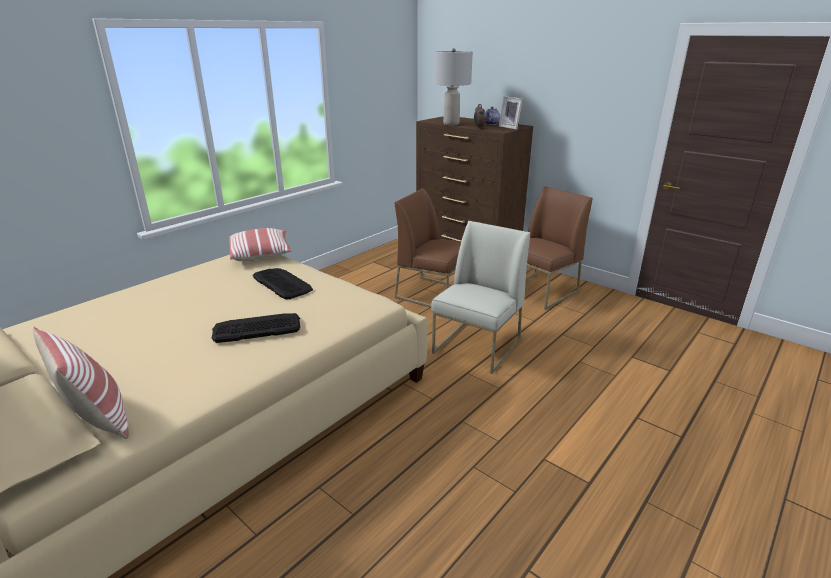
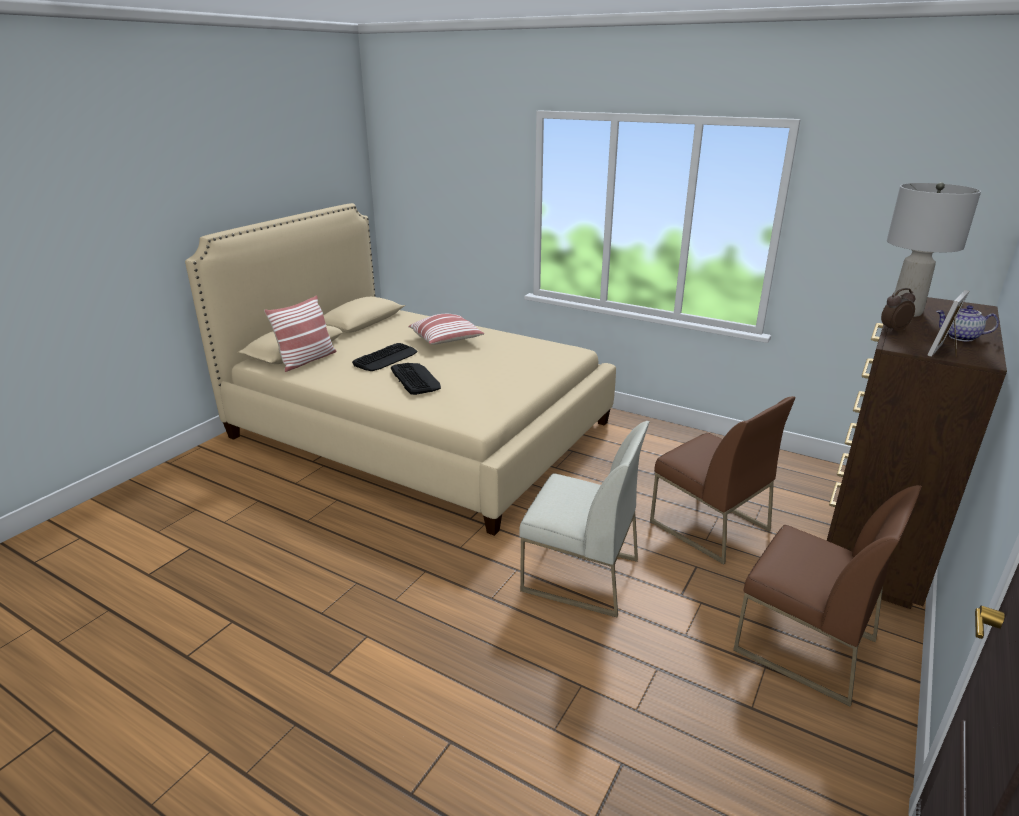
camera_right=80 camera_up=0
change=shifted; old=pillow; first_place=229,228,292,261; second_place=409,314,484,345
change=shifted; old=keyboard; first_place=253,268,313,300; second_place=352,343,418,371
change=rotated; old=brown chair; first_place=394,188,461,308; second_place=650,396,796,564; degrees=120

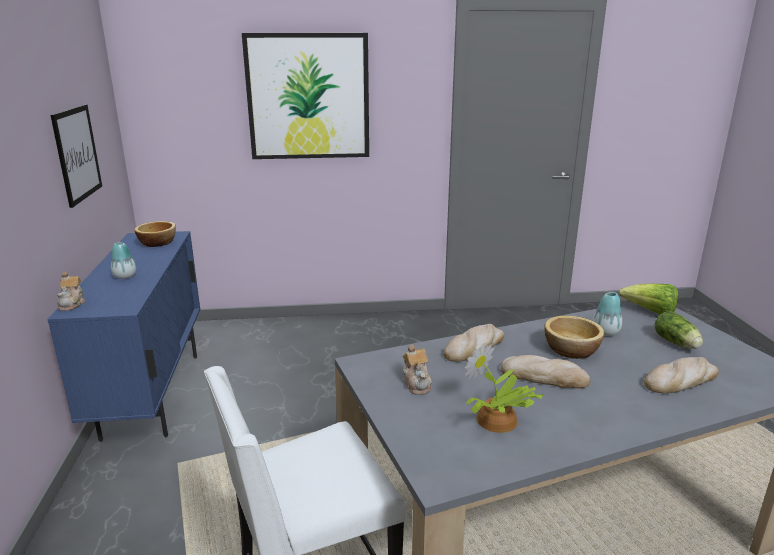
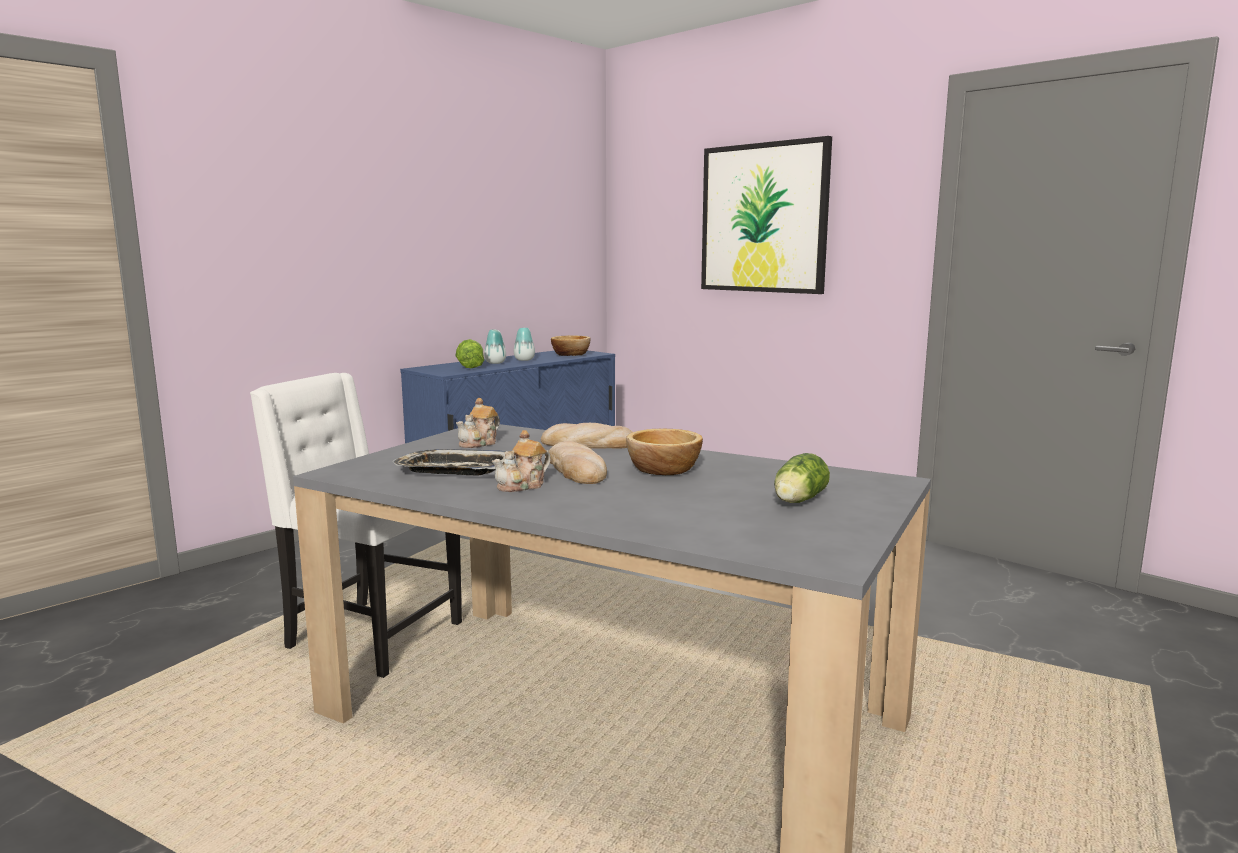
camera_right=50 camera_up=-10
change=gone; old=picture; first_place=50,104,102,208
change=gone; old=bread; first_place=644,357,718,393
change=shifted; old=teapot; first_place=57,272,86,311; second_place=492,430,551,492
change=shifted; old=vase; first_place=593,292,622,336; second_place=514,328,535,361
change=shifted; old=lettuce; first_place=619,283,678,315; second_place=455,339,484,368
change=swapped; old=potted plant; new=tray; first_place=465,343,544,433; second_place=392,449,515,475

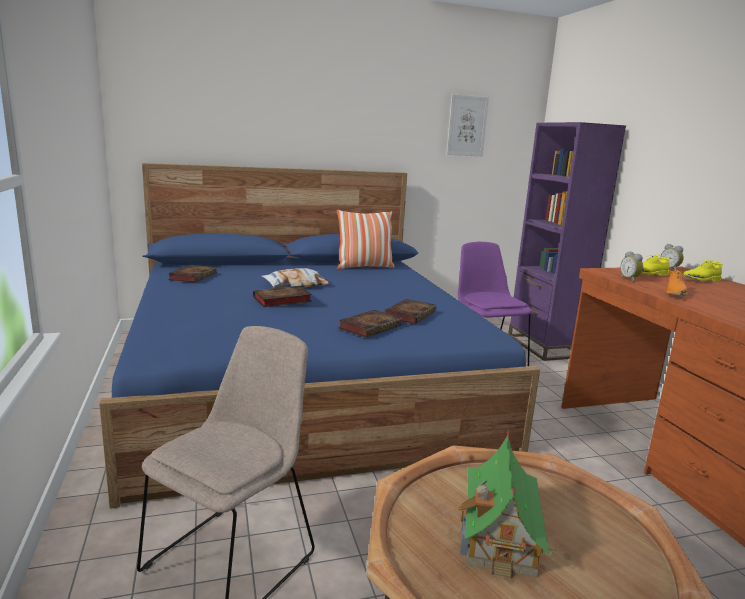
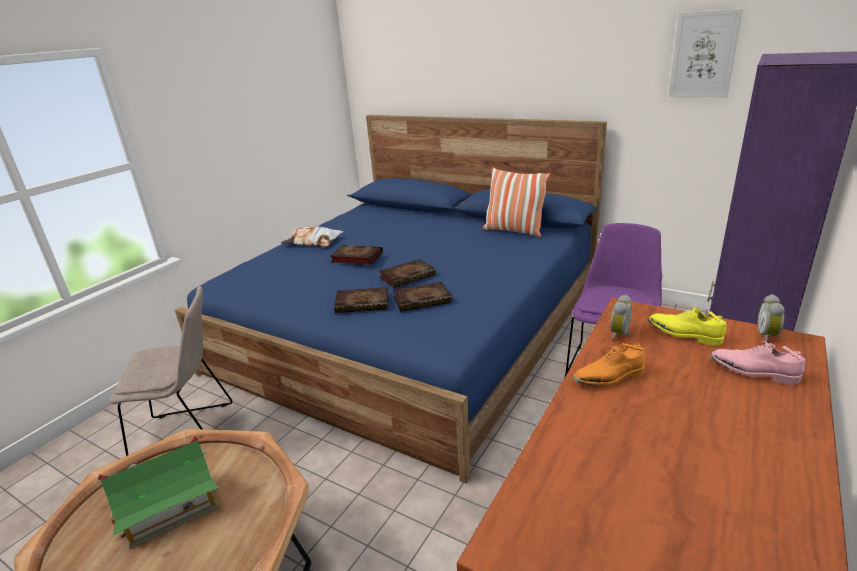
camera_right=50 camera_up=10
change=shifted; old=book; first_place=168,265,217,282; second_place=379,259,436,288
change=shifted; old=pillow; first_place=262,268,330,288; second_place=281,226,343,247
change=repainted; old=yellow shoe; new=pink shoe; first_place=683,260,723,281; second_place=710,341,806,385

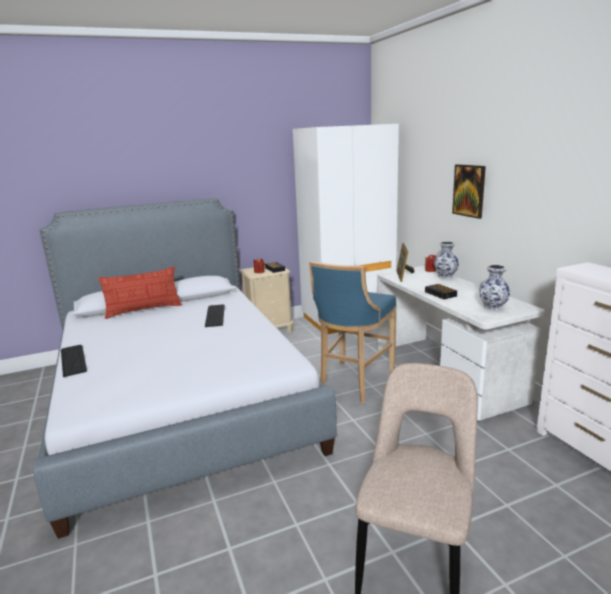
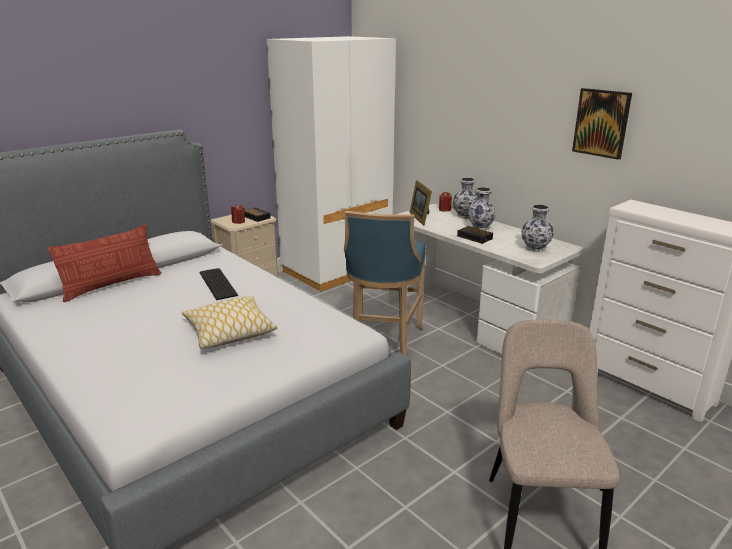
camera_right=-20 camera_up=5
change=gone; old=keyboard; first_place=61,345,87,377
change=new; new=pillow; second_place=182,296,278,349
change=new; new=vase; second_place=468,187,496,231
change=shifted; old=picture; first_place=452,164,486,219; second_place=572,88,632,160

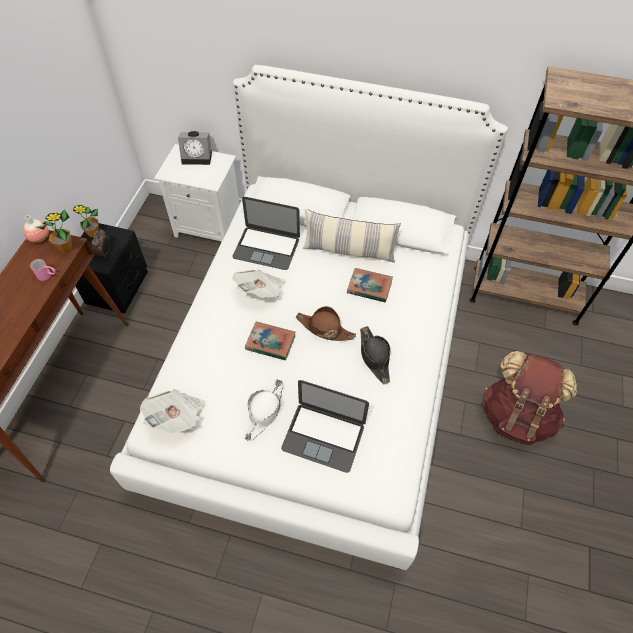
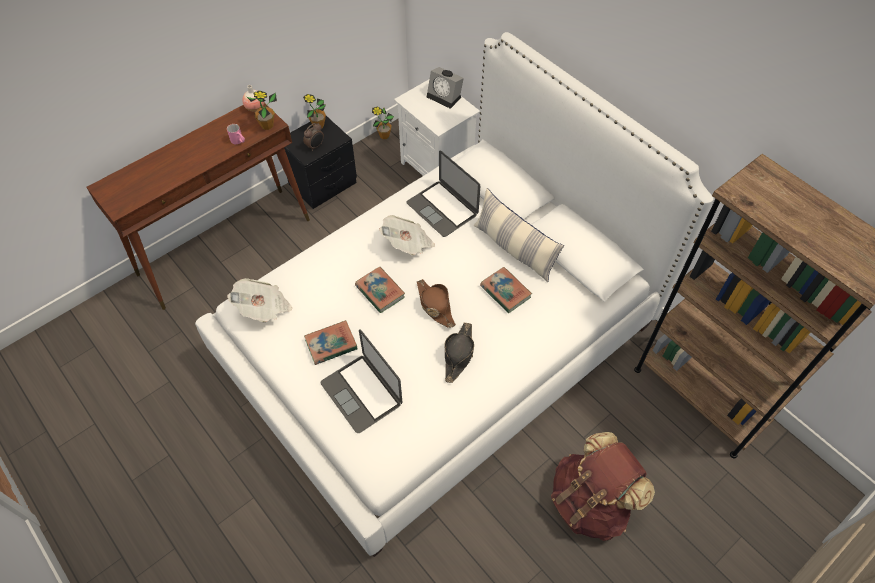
camera_right=35 camera_up=0
change=new; new=potted plant; second_place=372,106,394,139
change=swapped; old=white hat; new=book; first_place=244,379,283,441; second_place=304,320,358,365

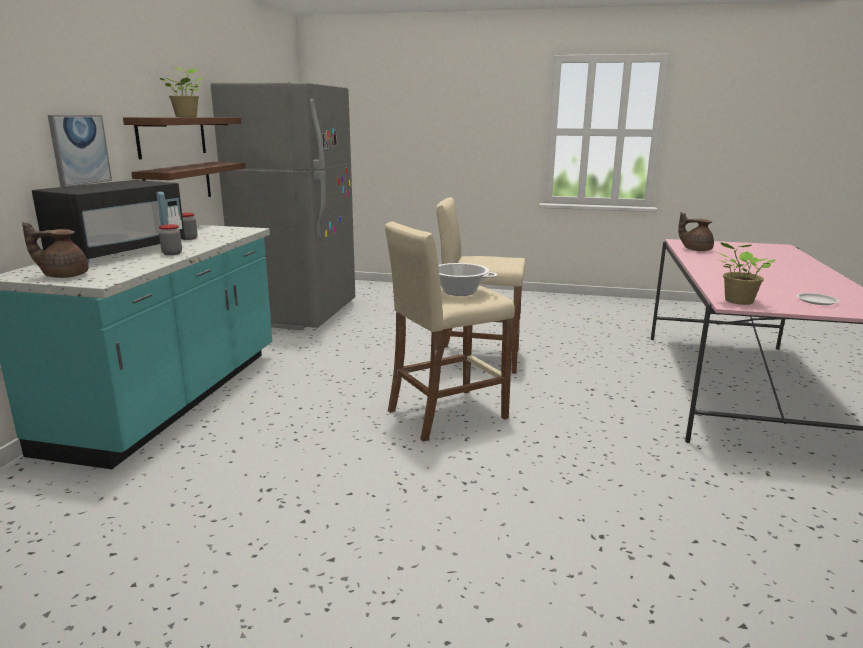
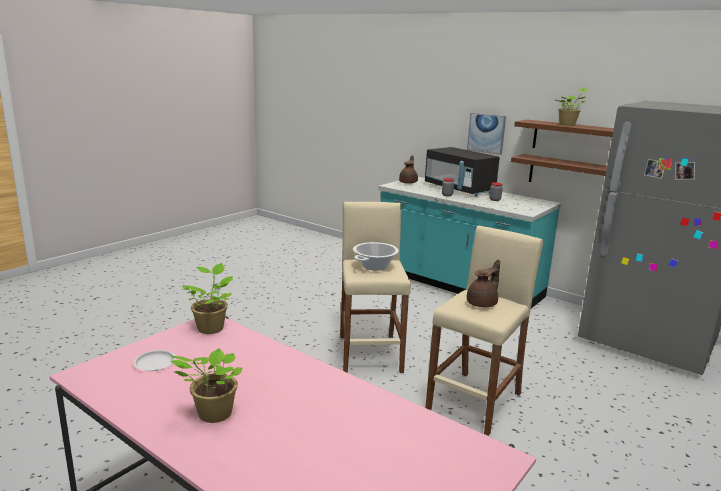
camera_right=115 camera_up=0
change=new; new=potted plant; second_place=171,348,242,423
change=shifted; old=brown teapot; first_place=678,212,714,251; second_place=467,259,500,307

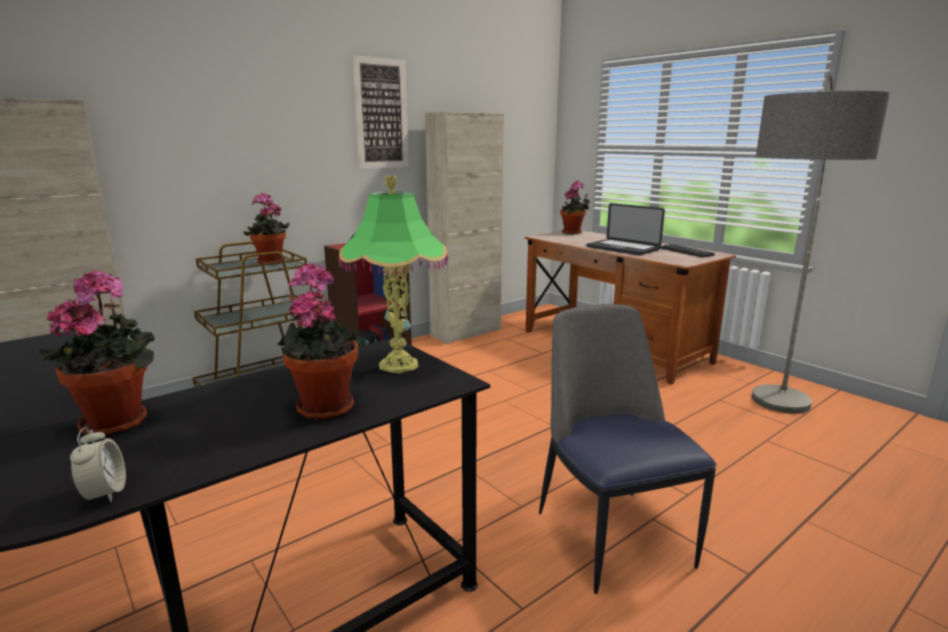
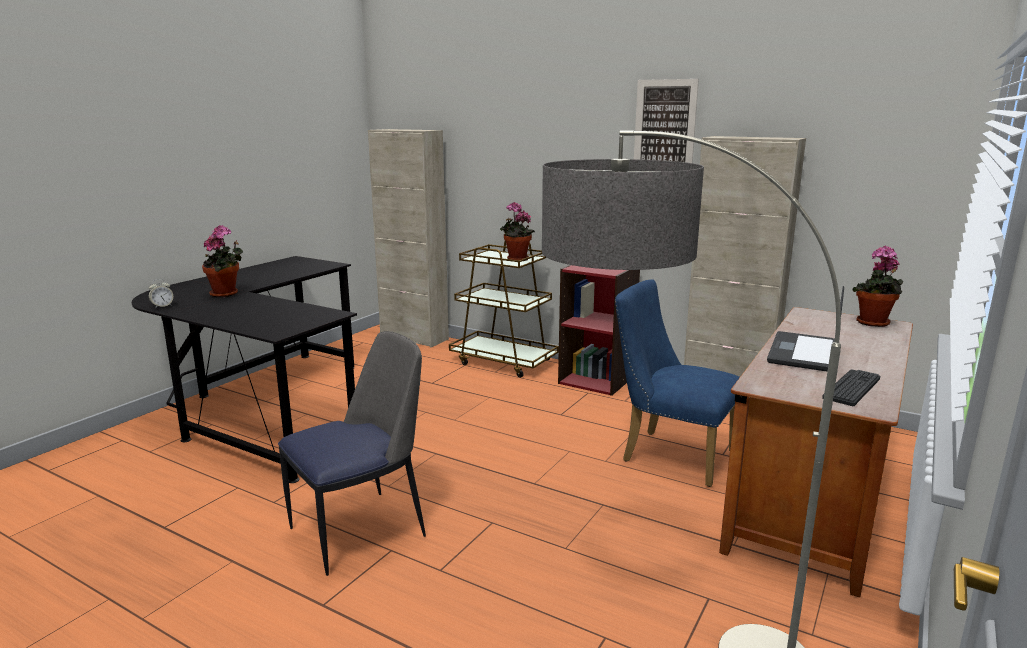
camera_right=70 camera_up=0
change=gone; old=potted plant; first_place=277,263,361,420
change=gone; old=table lamp; first_place=339,176,448,374
change=new; new=blue chair; second_place=615,279,740,487

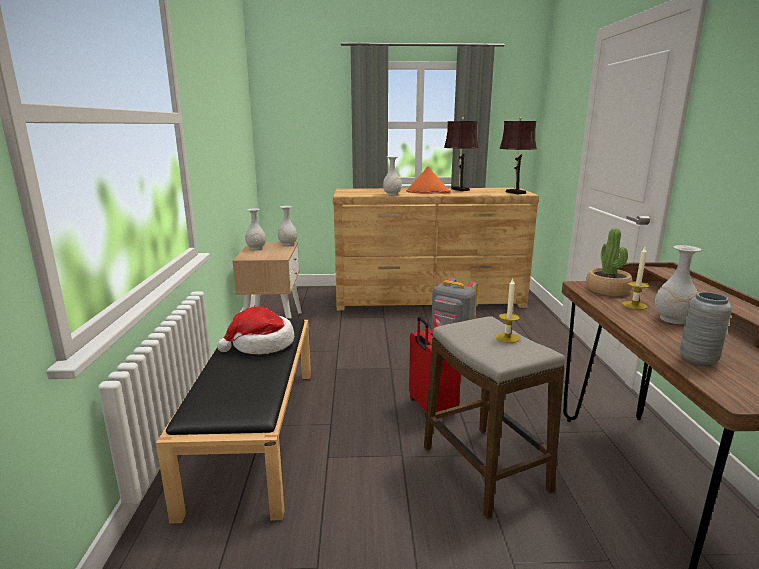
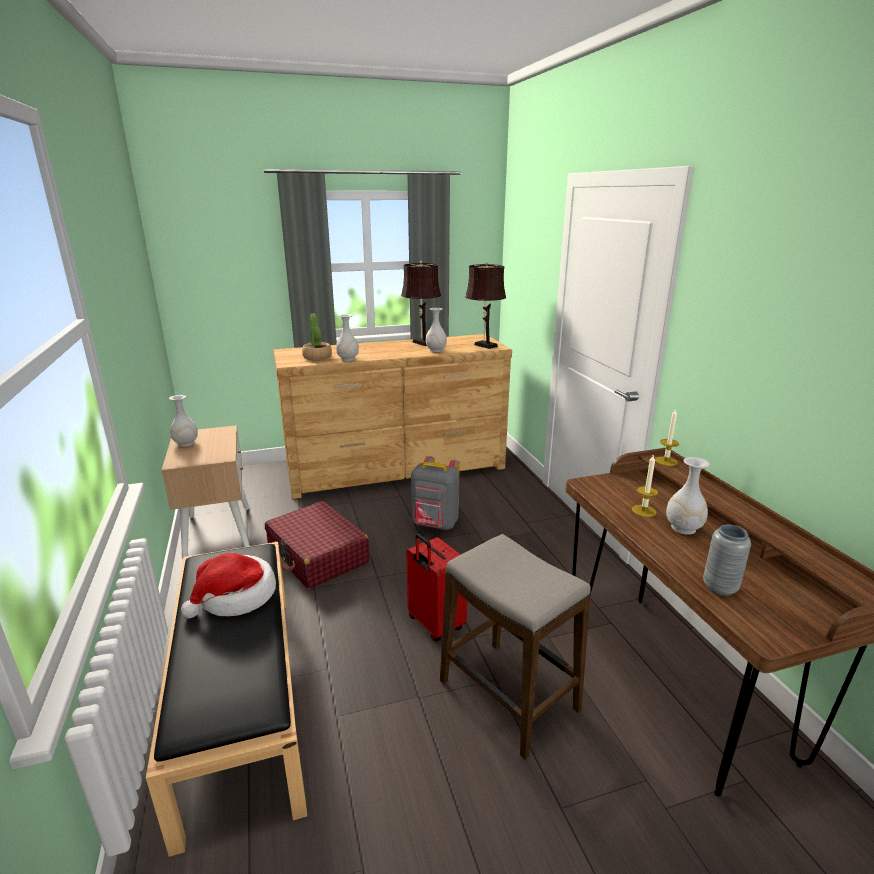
camera_right=-15 camera_up=5
change=gone; old=orange hat; first_place=406,167,451,194
change=new; new=red suitcase; second_place=265,501,369,589
change=shifted; old=white vase; first_place=278,206,297,246; second_place=426,308,447,352
change=shifted; old=candle; first_place=495,279,520,343; second_place=655,409,679,466
change=shifted; old=potted plant; first_place=586,228,633,296; second_place=302,314,332,360

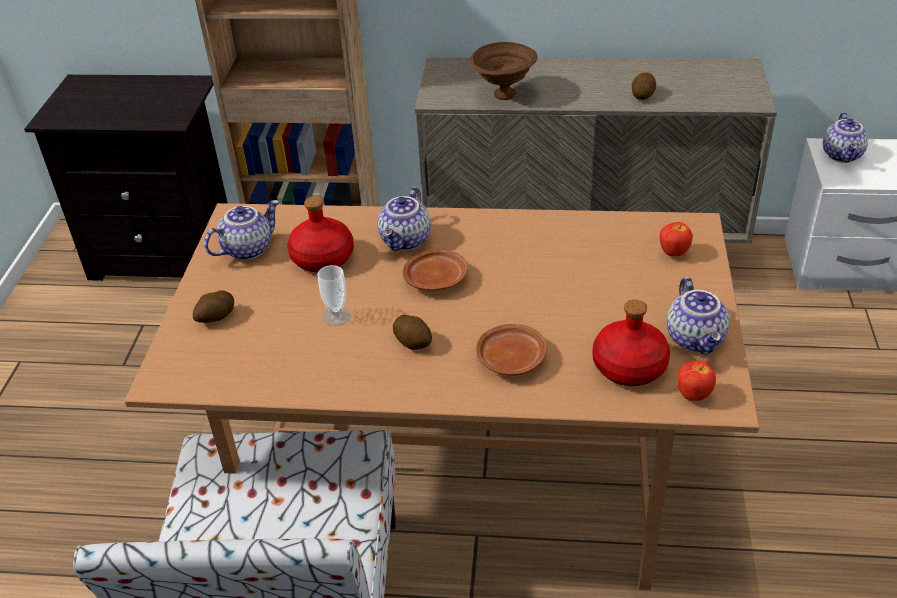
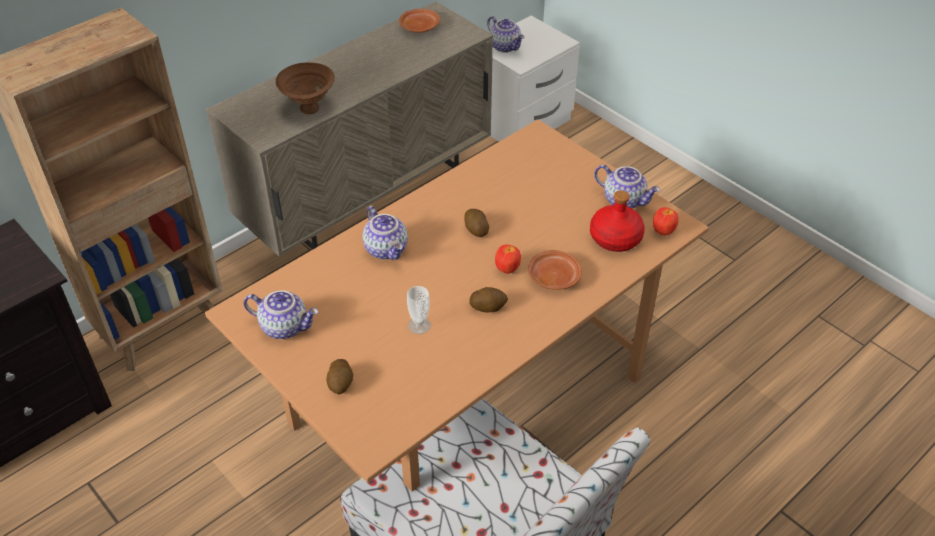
camera_right=-50 camera_up=5
change=gone; old=red bottle; first_place=287,196,354,272
change=shifted; old=brown plate; first_place=403,249,468,291; second_place=399,9,440,33
change=shifted; old=potato; first_place=632,72,656,100; second_place=464,209,489,237
change=shifted; old=apple; first_place=660,222,693,256; second_place=495,244,521,274
change=rotated; old=teapot; first_place=204,200,279,260; second_place=244,290,318,339; degrees=105

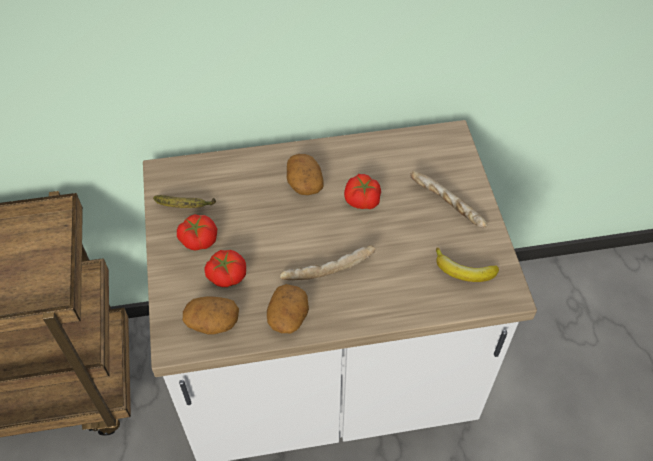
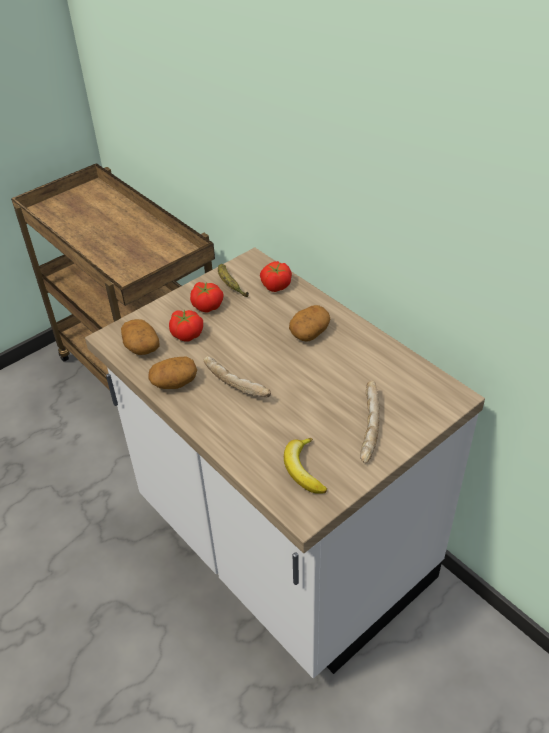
camera_right=60 camera_up=-10
change=shifted; old=tomato; first_place=344,174,381,209; second_place=260,261,292,292

